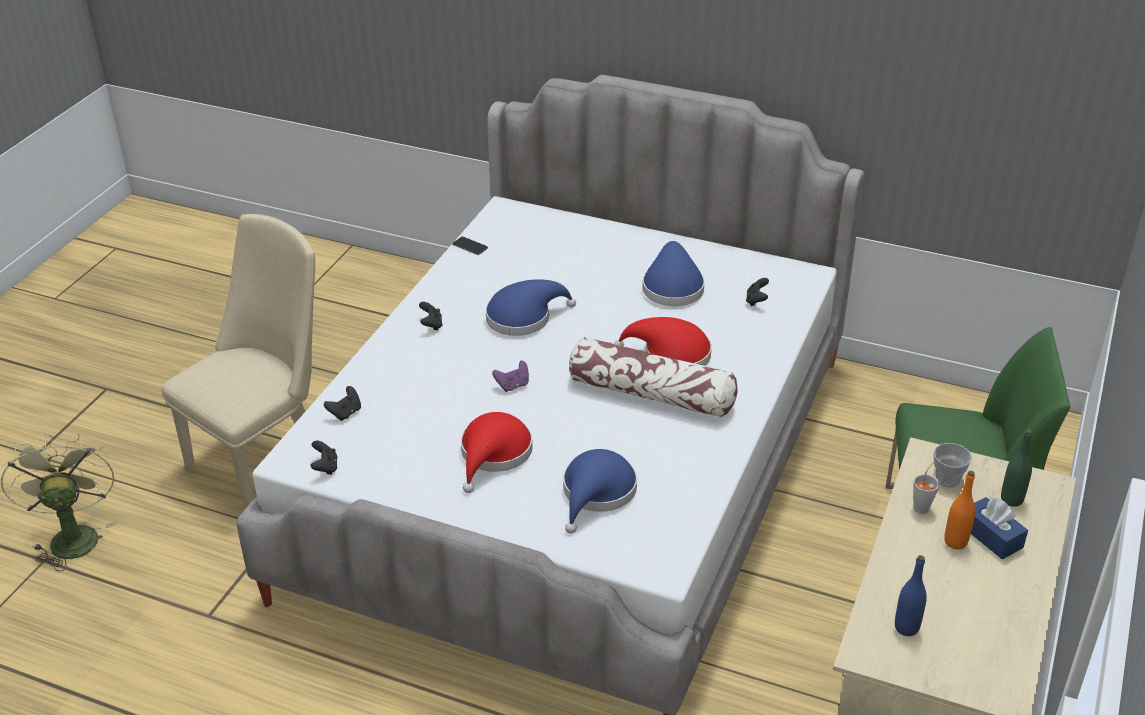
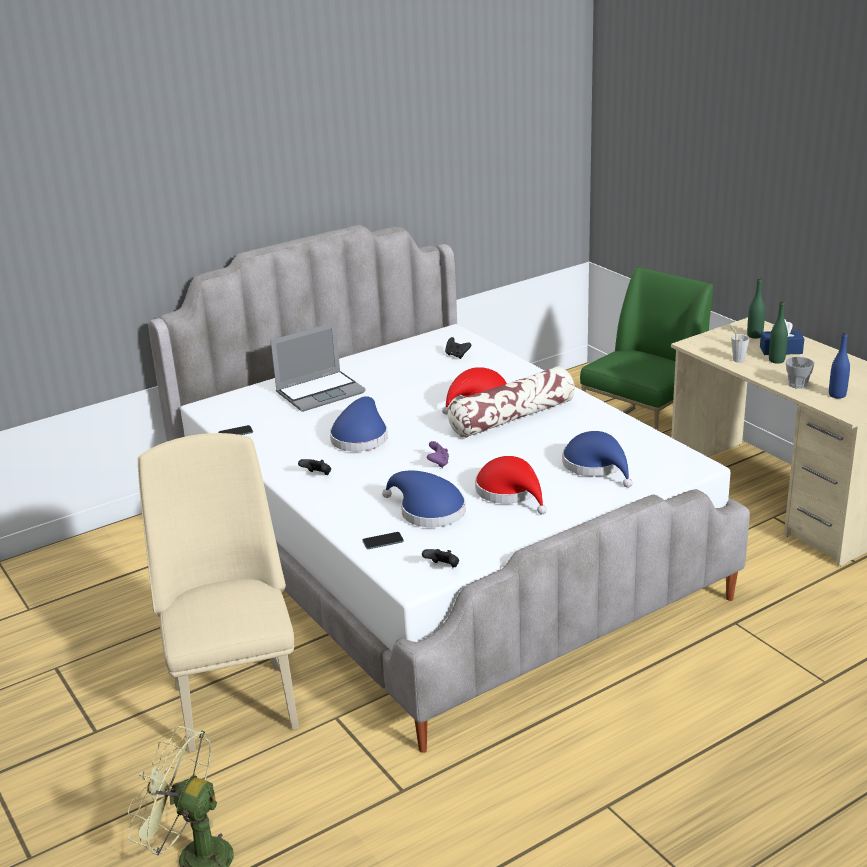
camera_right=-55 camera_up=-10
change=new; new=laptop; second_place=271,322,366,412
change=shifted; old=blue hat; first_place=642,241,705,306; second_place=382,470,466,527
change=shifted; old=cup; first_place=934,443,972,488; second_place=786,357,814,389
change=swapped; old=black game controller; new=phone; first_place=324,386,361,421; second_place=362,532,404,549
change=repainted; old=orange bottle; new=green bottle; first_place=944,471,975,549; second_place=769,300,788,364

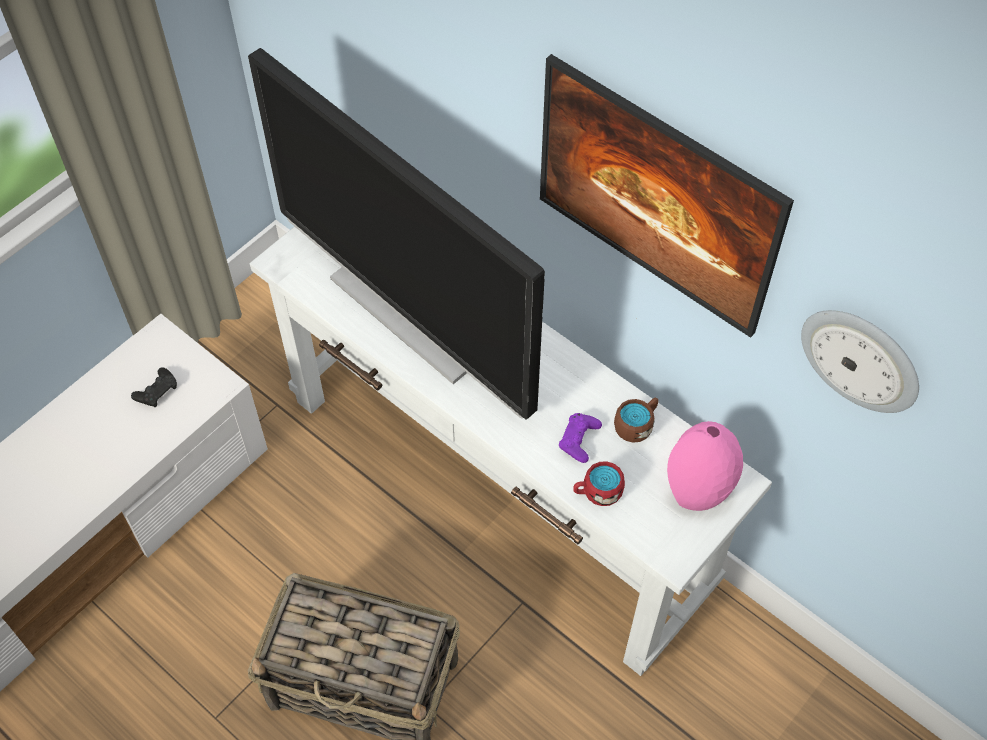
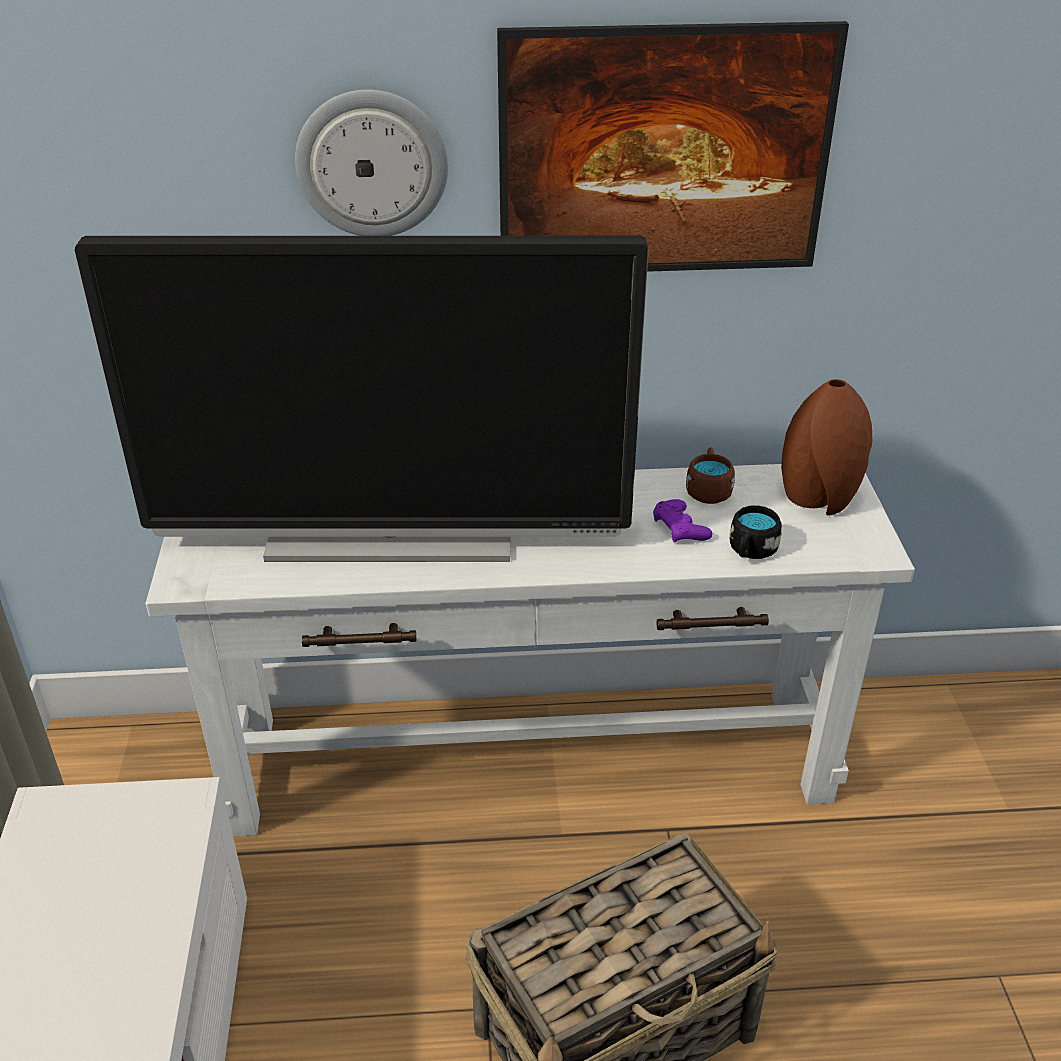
camera_right=-45 camera_up=-20
change=gone; old=black game controller; first_place=131,367,177,407
change=shifted; old=wall clock; first_place=801,310,919,413; second_place=295,90,448,236
change=repainted; old=red mug; new=black mug; first_place=573,461,625,506; second_place=729,505,782,559
change=repainted; old=pink vase; new=brown vase; first_place=667,421,743,511; second_place=781,379,872,516

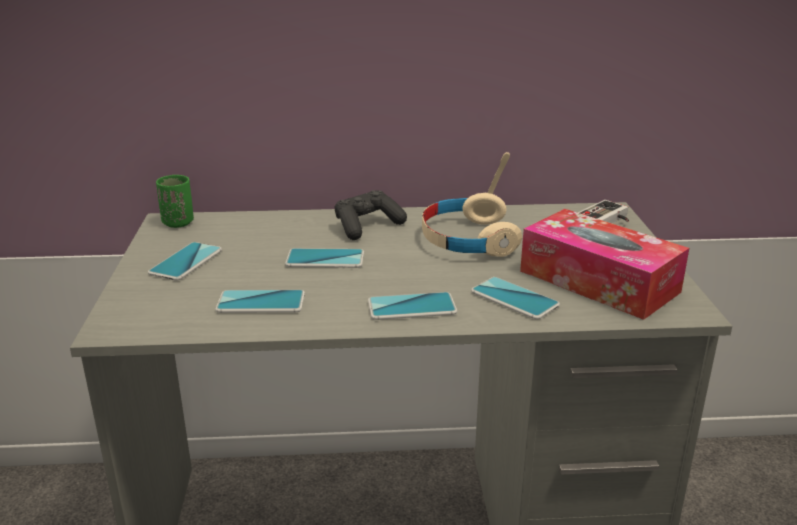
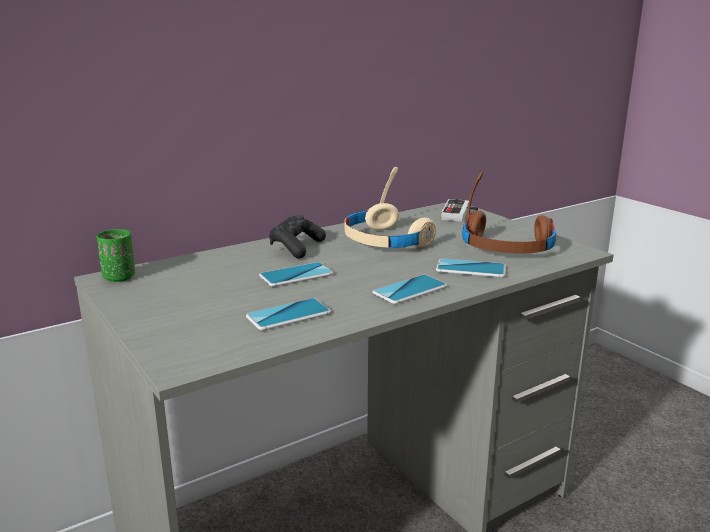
camera_right=-30 camera_up=-5
change=gone; old=phone; first_place=148,242,222,281
change=swapped; old=tissue box; new=brown headphones; first_place=520,209,689,320; second_place=462,172,556,253

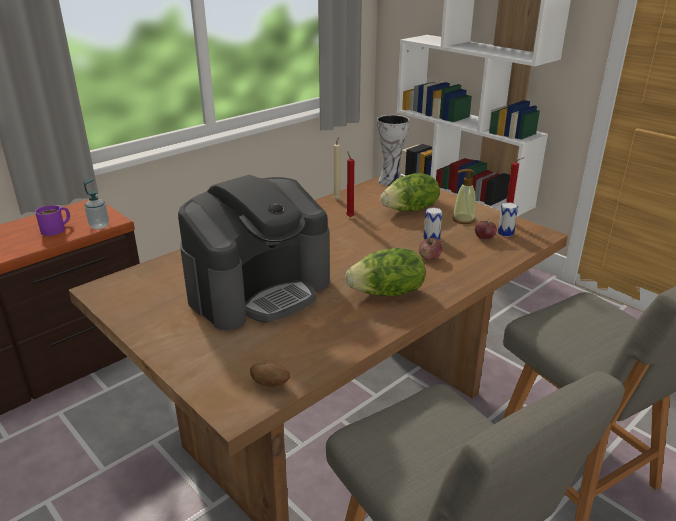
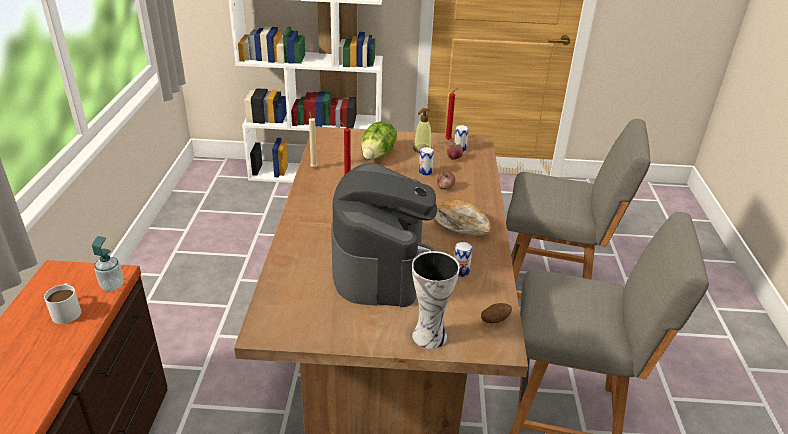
camera_right=-45 camera_up=5
change=new; new=can; second_place=454,242,473,277
change=shifted; old=vase; first_place=377,115,410,186; second_place=412,251,460,349
change=swapped; old=lettuce; new=bread; first_place=345,248,425,296; second_place=434,199,491,236
change=repainted; old=purple mug; new=white mug; first_place=35,205,70,236; second_place=44,283,81,324

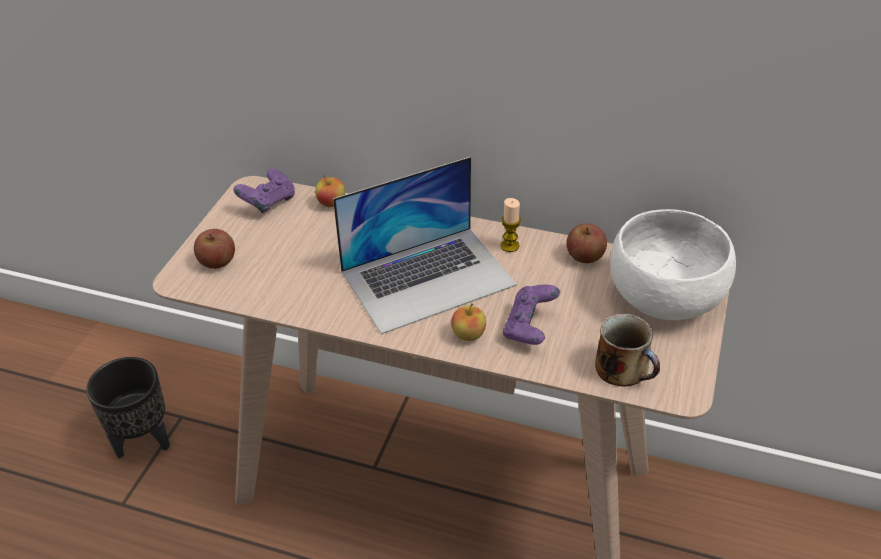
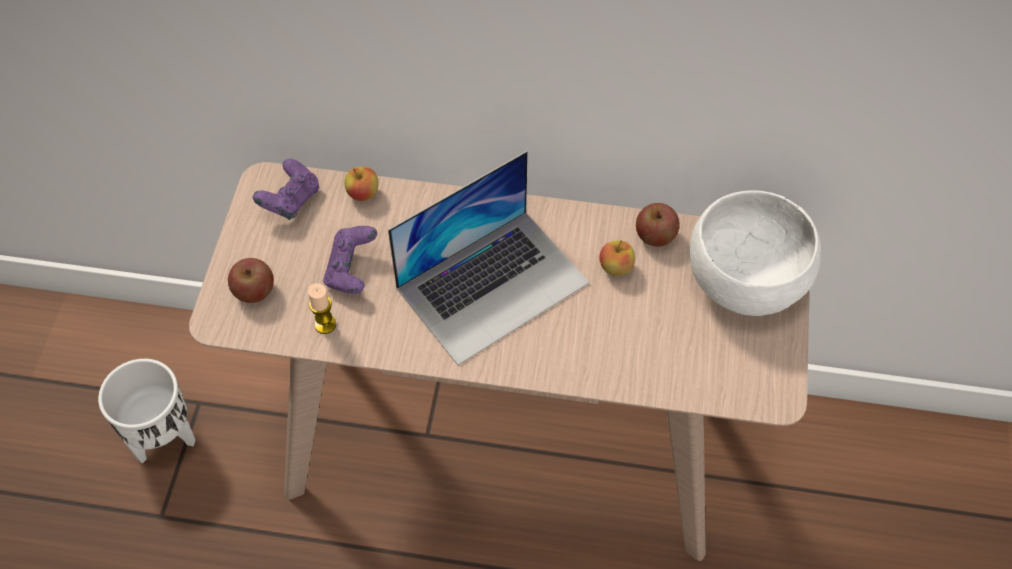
camera_right=-10 camera_up=15
change=gone; old=mug; first_place=595,314,660,387
change=shifted; old=apple; first_place=451,303,486,341; second_place=600,240,635,276
change=shifted; old=candle; first_place=501,198,521,252; second_place=308,283,336,334
change=shifted; old=purple game controller; first_place=503,285,560,345; second_place=323,226,377,294
change=repainted; old=black planter; new=white planter; first_place=86,357,170,459; second_place=98,359,195,463

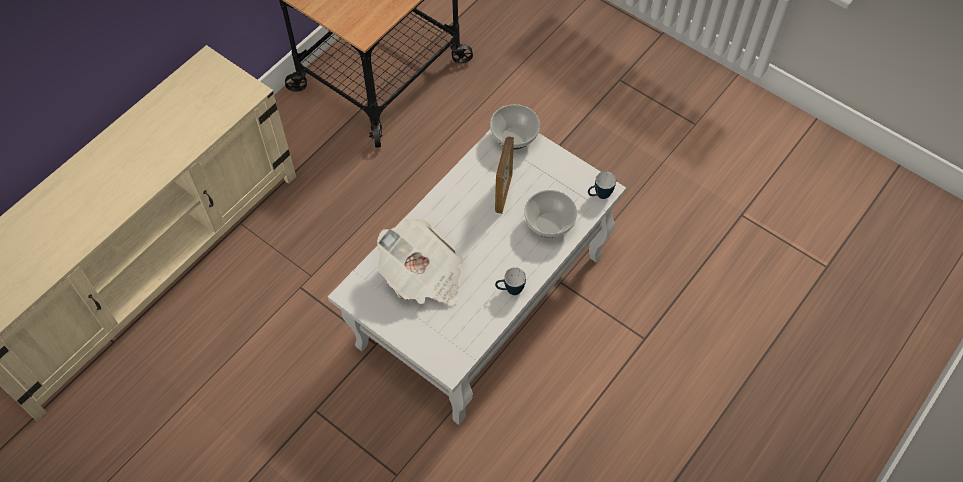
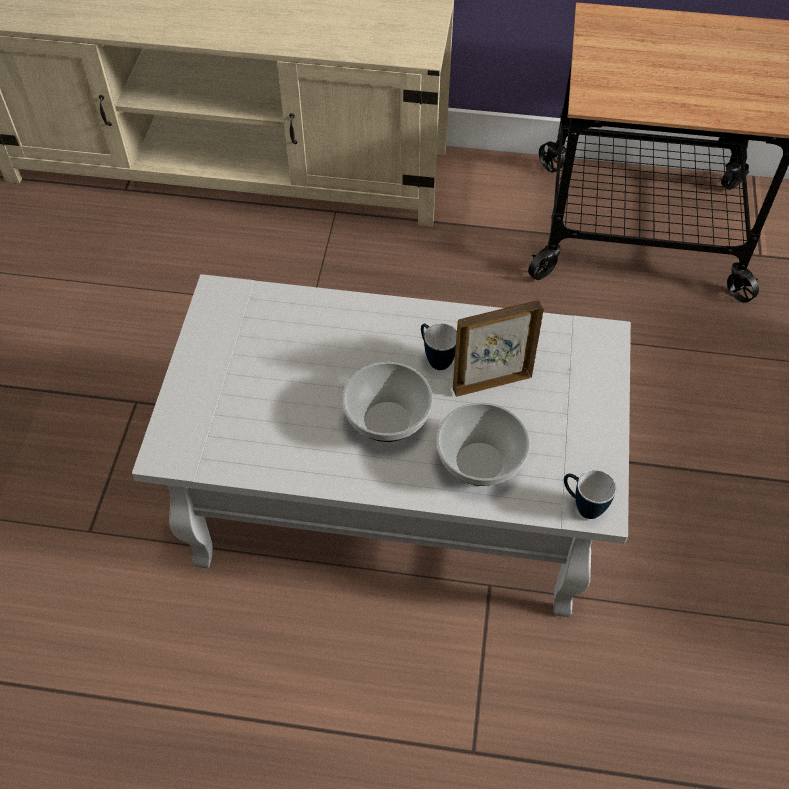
camera_right=60 camera_up=-5
change=gone; old=newspaper; first_place=377,219,463,305
change=shifted; old=bowl; first_place=490,104,540,150; second_place=342,362,433,442
change=shifted; old=mug; first_place=495,267,526,295; second_place=421,323,457,370

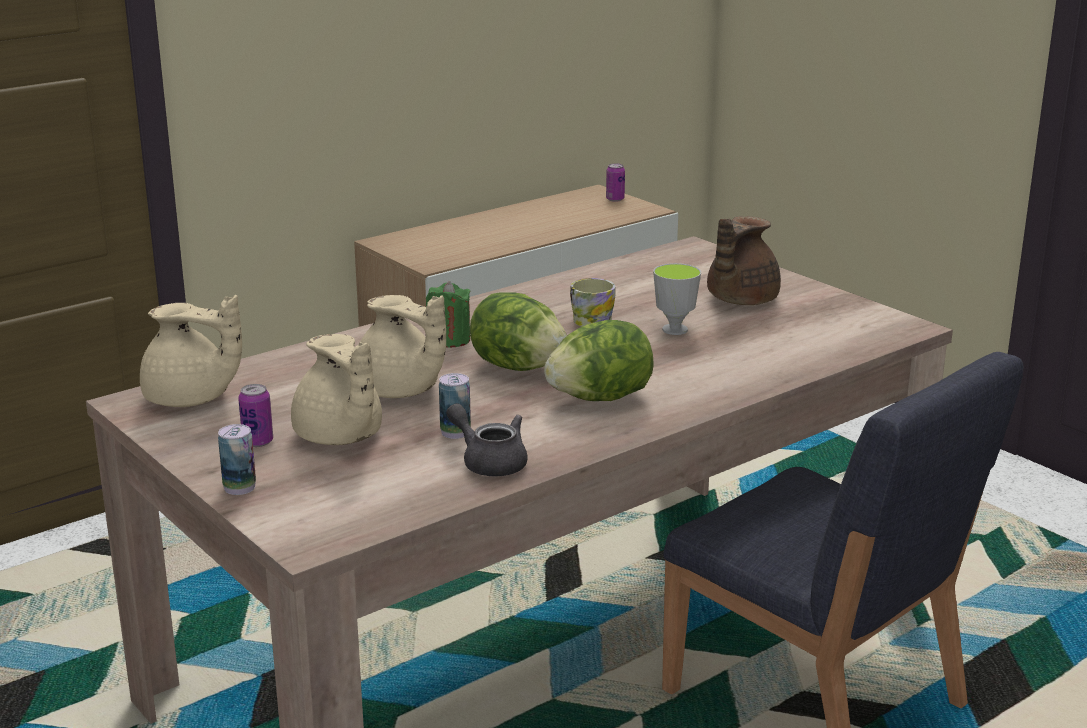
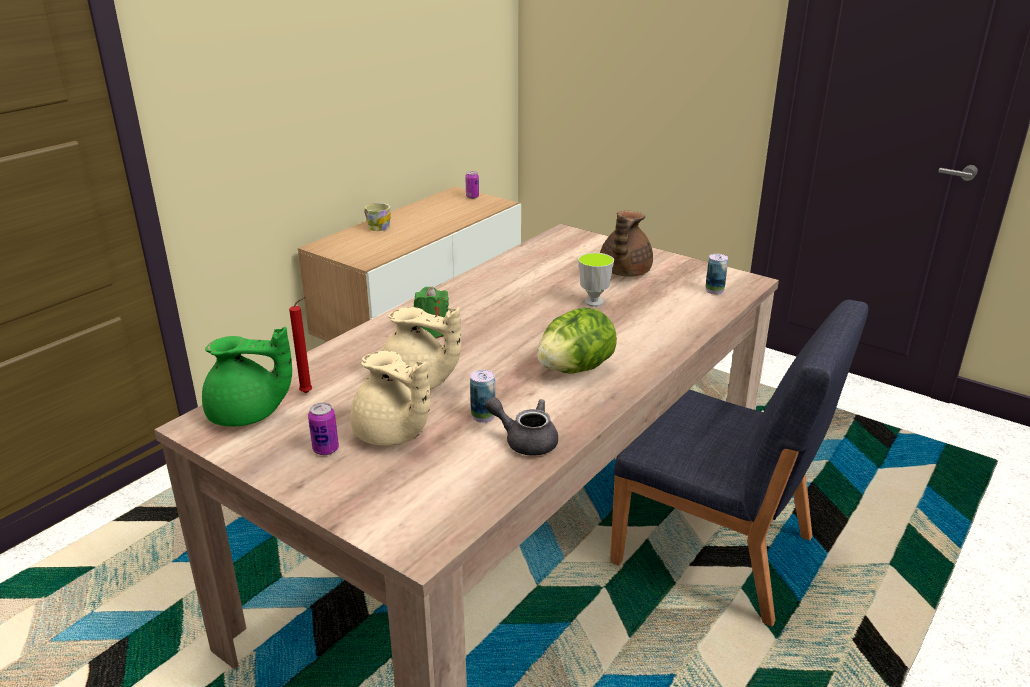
camera_right=-15 camera_up=5
change=gone; old=lettuce; first_place=470,293,567,371
change=new; new=red candle; second_place=289,297,312,393
change=shifted; old=can; first_place=218,424,256,495; second_place=705,254,728,294
change=shifted; old=mug; first_place=570,278,616,327; second_place=365,203,391,231
change=repainted; old=beige teapot; new=green teapot; first_place=140,295,242,407; second_place=202,327,292,426

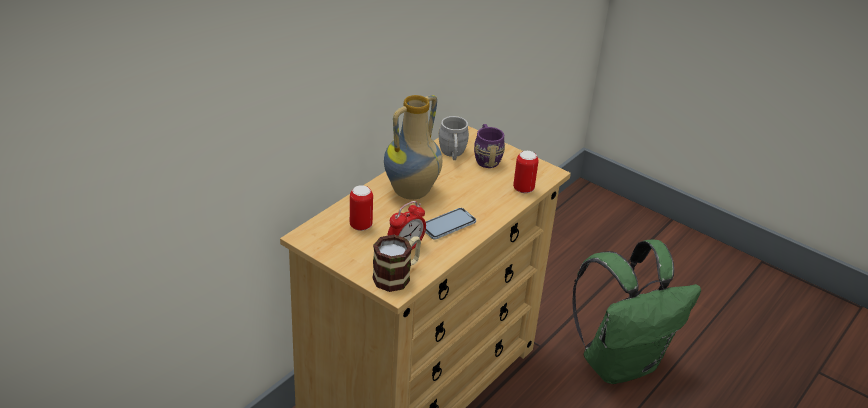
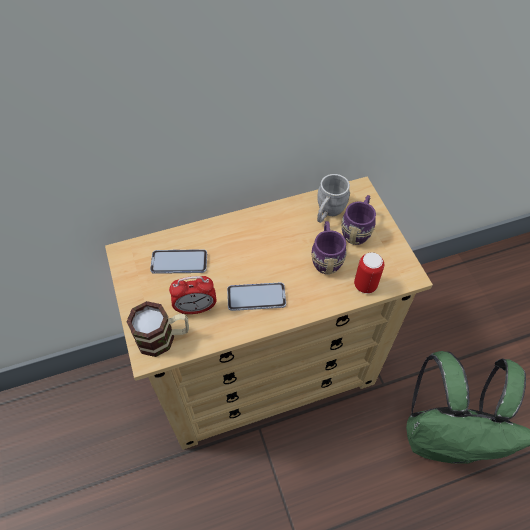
camera_right=35 camera_up=20
change=gone; old=vase; first_place=384,95,442,200
change=new; new=purple mug; second_place=312,221,347,275
change=swapped; old=can; new=phone; first_place=350,185,373,231; second_place=150,249,207,274

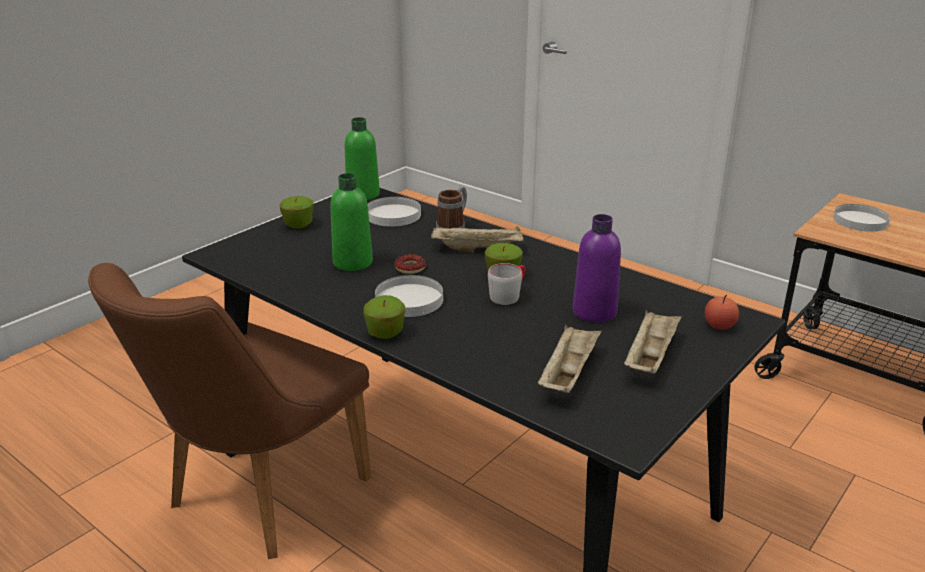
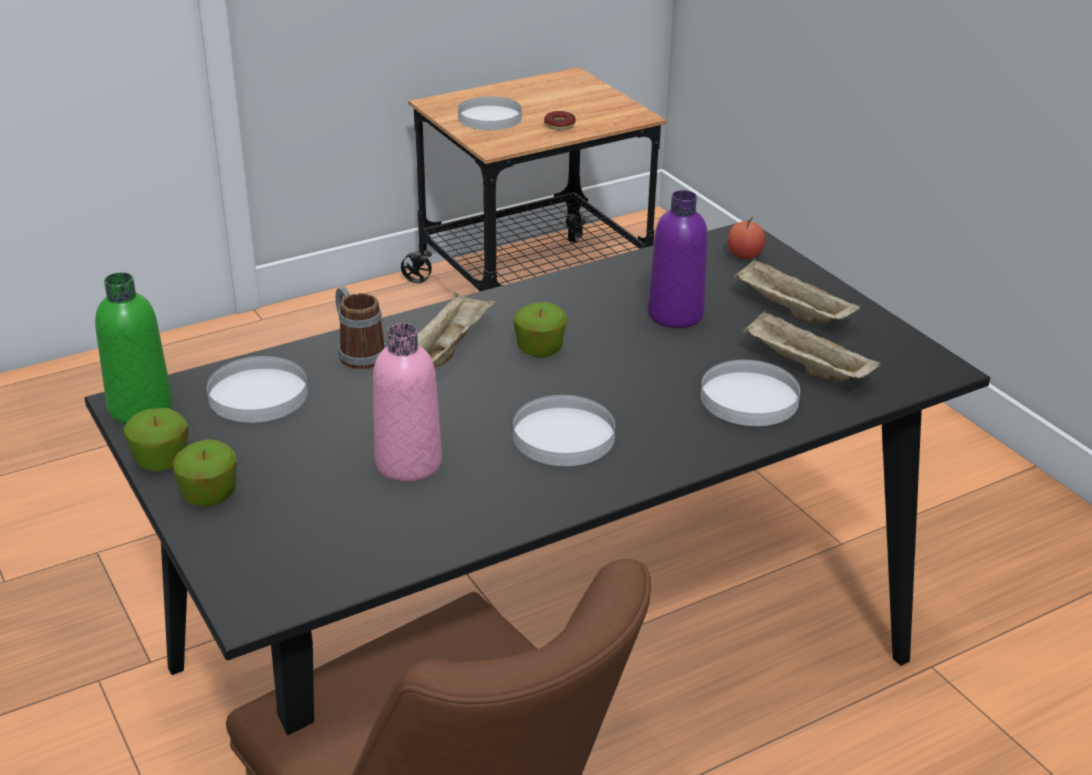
camera_right=-70 camera_up=5
change=gone; old=grey mug; first_place=488,263,525,305
change=new; new=white plate; second_place=701,360,800,426
change=shifted; old=apple; first_place=363,295,405,339; second_place=124,408,189,471
change=shifted; old=donut; first_place=395,254,426,274; second_place=544,111,576,130
change=repainted; old=green bottle; new=pink bottle; first_place=330,173,373,271; second_place=373,323,442,482

